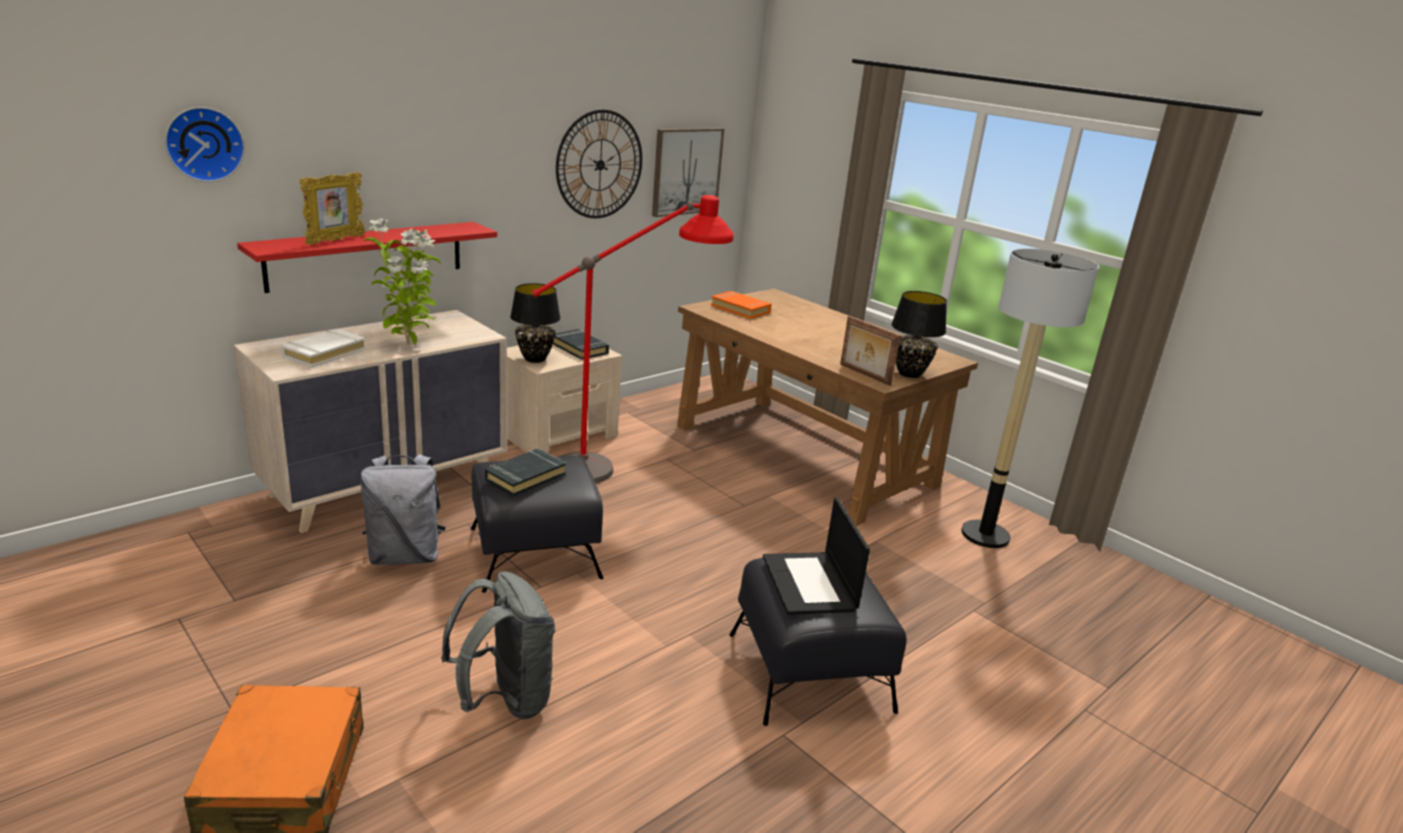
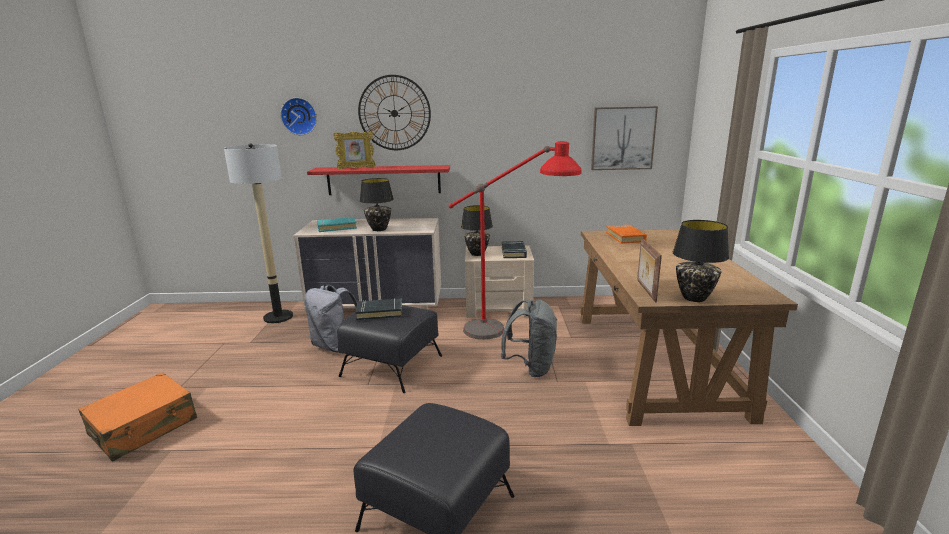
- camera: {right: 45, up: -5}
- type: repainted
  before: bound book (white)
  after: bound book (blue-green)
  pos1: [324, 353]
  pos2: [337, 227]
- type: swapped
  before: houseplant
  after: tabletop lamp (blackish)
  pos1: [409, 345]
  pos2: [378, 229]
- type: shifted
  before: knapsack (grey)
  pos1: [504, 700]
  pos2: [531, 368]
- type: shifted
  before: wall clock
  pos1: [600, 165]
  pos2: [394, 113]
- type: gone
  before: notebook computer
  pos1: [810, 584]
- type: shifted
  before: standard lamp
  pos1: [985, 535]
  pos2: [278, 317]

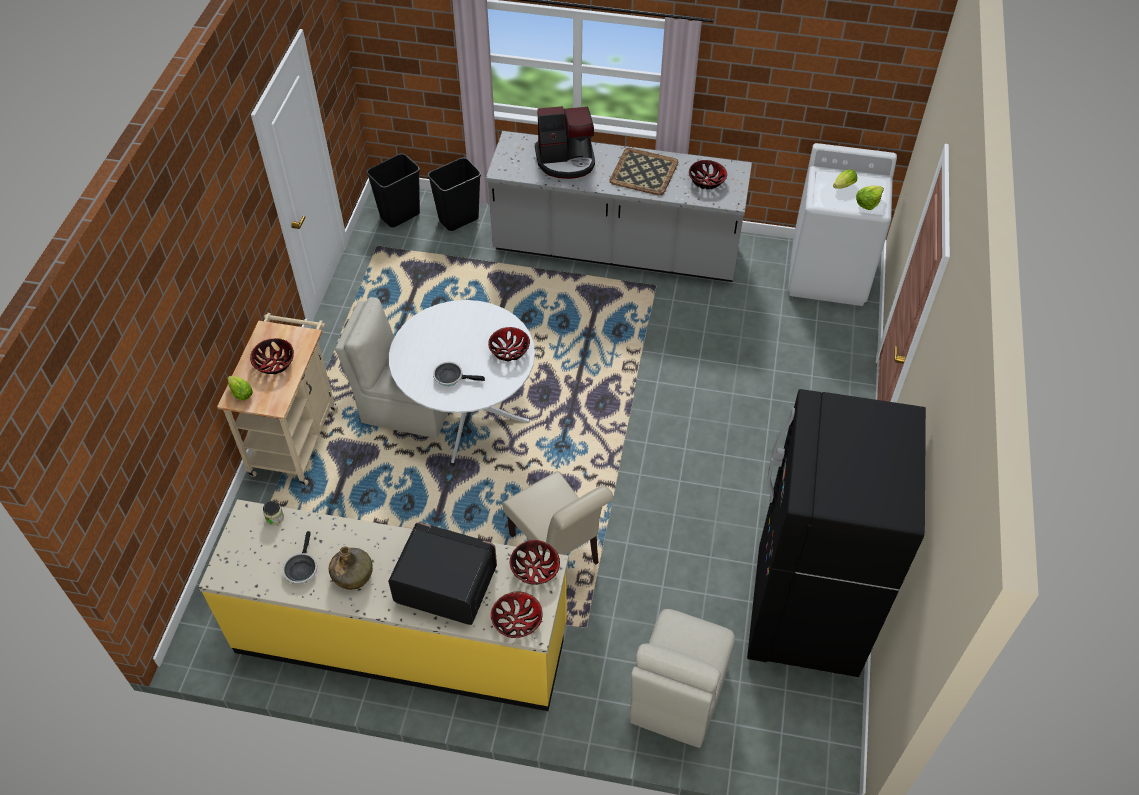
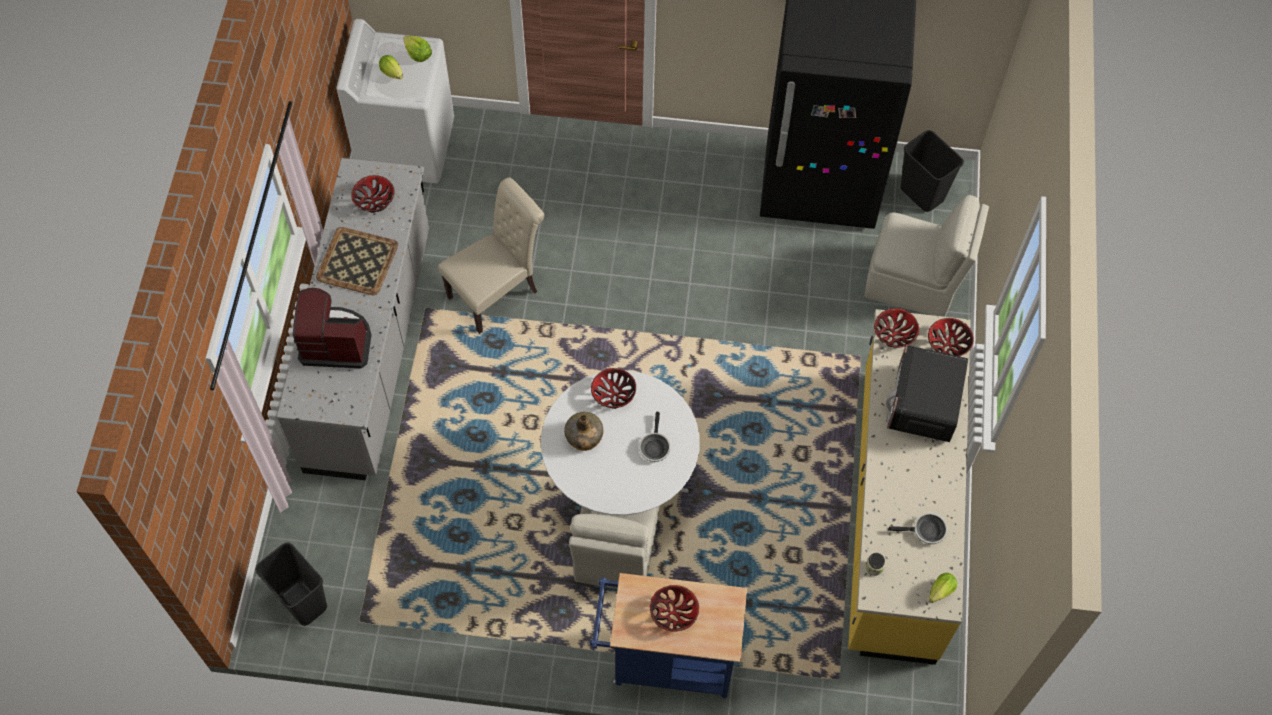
- camera: {right: -95, up: 10}
- type: repainted
  before: wheeled cart (beige)
  after: wheeled cart (blue)
  pos1: [296, 435]
  pos2: [665, 660]
- type: shifted
  before: head of lettuce
  pos1: [240, 392]
  pos2: [939, 592]
- type: shifted
  before: bottle (green)
  pos1: [353, 575]
  pos2: [583, 437]
- type: shifted
  before: rubbish bin (blackish)
  pos1: [458, 220]
  pos2: [923, 194]
- type: shifted
  before: chair (beige)
  pos1: [558, 553]
  pos2: [498, 292]
- type: rotated
  before: coffee maker
  pos1: [566, 160]
  pos2: [336, 342]
  turn: -75

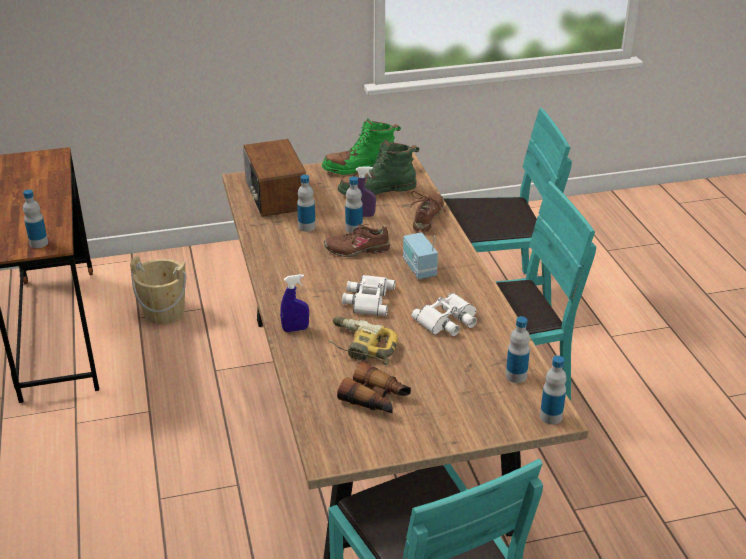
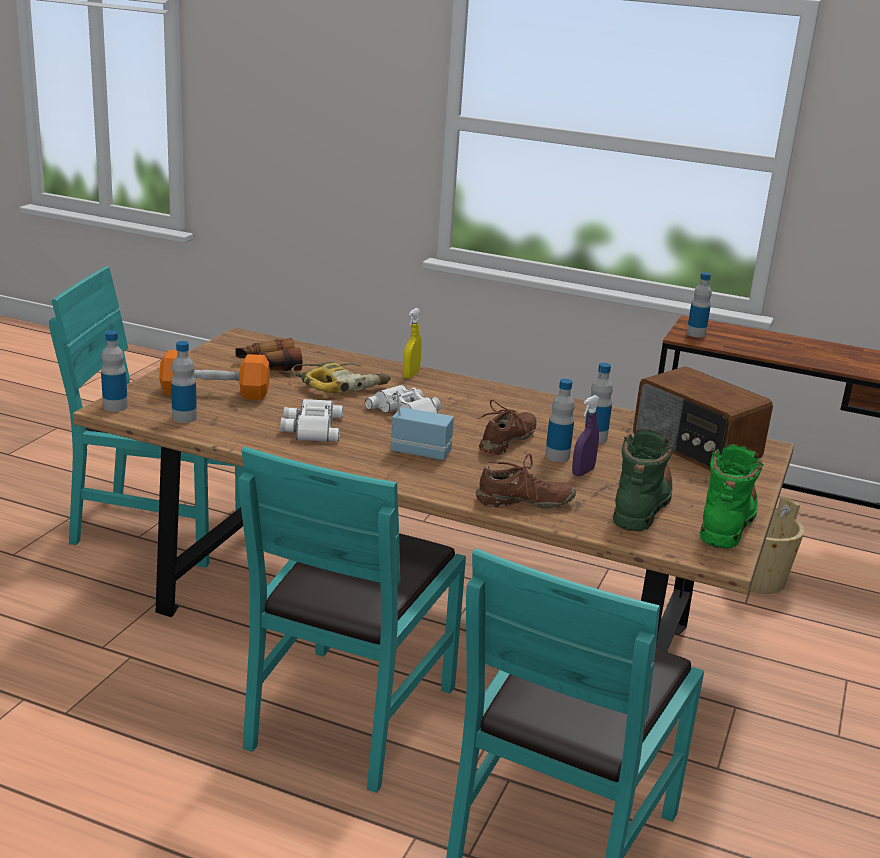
- camera: {right: 125, up: -10}
- type: rotated
  before: radio
  pos1: [274, 196]
  pos2: [695, 447]
  turn: -150
- type: repainted
  before: hand sprayer (blue)
  after: hand sprayer (yellow)
  pos1: [295, 329]
  pos2: [411, 375]
- type: rotated
  before: low shoe (brown-coloured)
  pos1: [428, 218]
  pos2: [524, 502]
  turn: -60
- type: new
  after: free weight (orange-coloured)
  pos2: [215, 393]

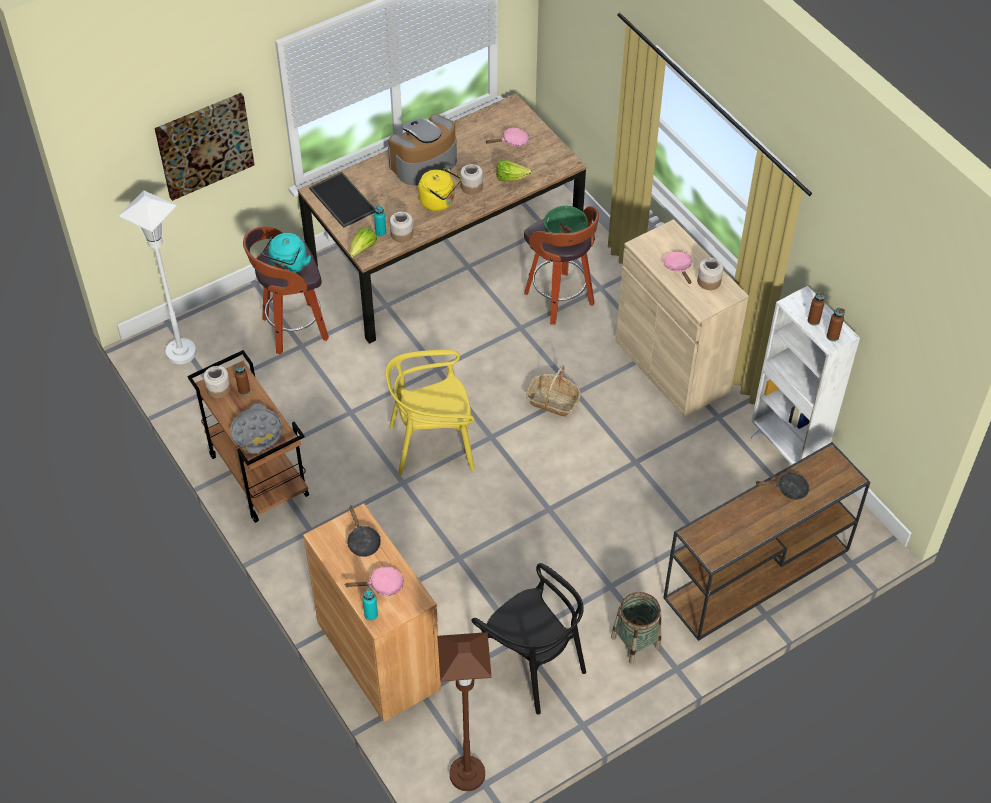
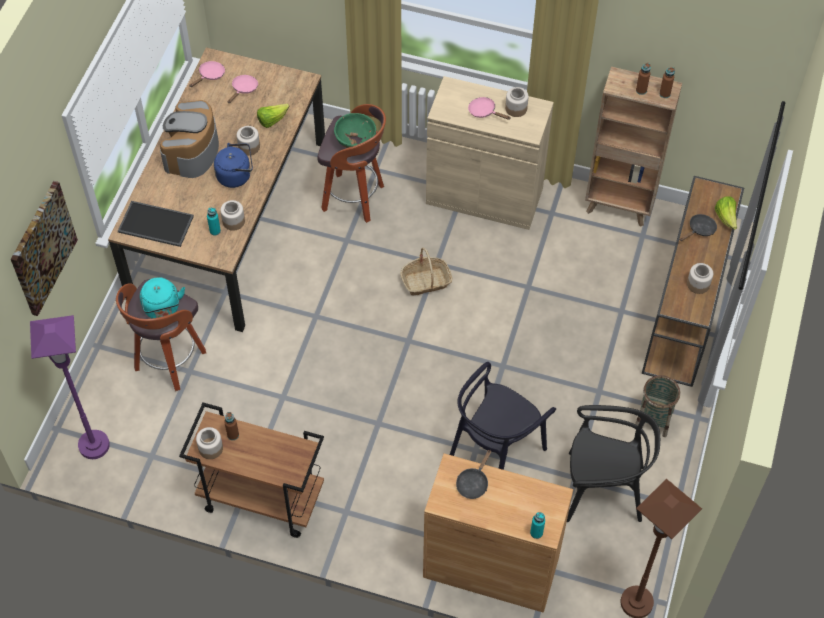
- camera: {right: -40, up: 5}
- type: repainted
  before: standard lamp (white)
  after: standard lamp (purple-coloured)
  pos1: [181, 352]
  pos2: [94, 445]
- type: gone
  before: carrying tray (grey)
  pos1: [257, 433]
- type: shifted
  before: skillet (pinkish)
  pos1: [382, 585]
  pos2: [210, 75]
- type: rotated
  before: skillet (blackish)
  pos1: [362, 541]
  pos2: [473, 483]
  turn: 90
- type: shifted
  before: head of lettuce
  pos1: [363, 249]
  pos2: [726, 218]
- type: gone
  before: chair (yellow)
  pos1: [432, 444]
- type: repainted
  before: tea kettle (yellow)
  after: tea kettle (blue)
  pos1: [439, 202]
  pos2: [236, 175]
- type: repainted
  before: bookshelf (white)
  after: bookshelf (brown-coloured)
  pos1: [786, 451]
  pos2: [619, 207]
- type: new
  after: chair (blackish)
  pos2: [495, 451]
- type: new
  after: jar
  pos2: [698, 284]

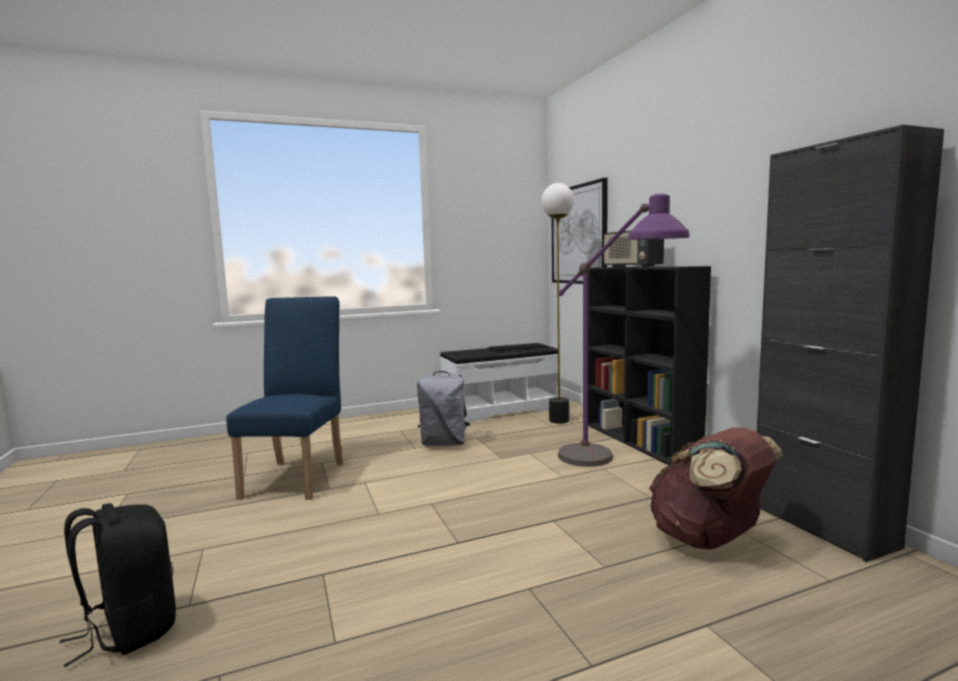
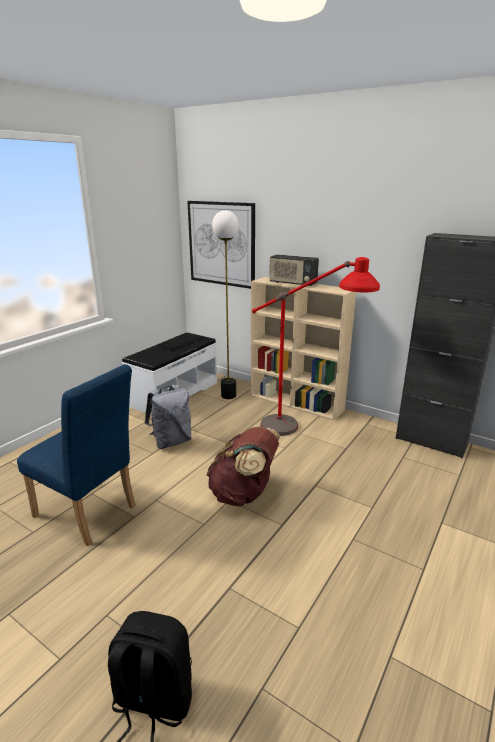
- camera: {right: -35, up: 15}
- type: rotated
  before: chair (blue)
  pos1: [298, 476]
  pos2: [89, 514]
  turn: 150
- type: repainted
  before: standard lamp (purple-coloured)
  after: standard lamp (reddish)
  pos1: [609, 469]
  pos2: [304, 433]
- type: repainted
  before: bookshelf (blackish)
  after: bookshelf (beige)
  pos1: [640, 441]
  pos2: [297, 402]
- type: shifted
  before: knapsack (brown-coloured)
  pos1: [708, 539]
  pos2: [243, 494]

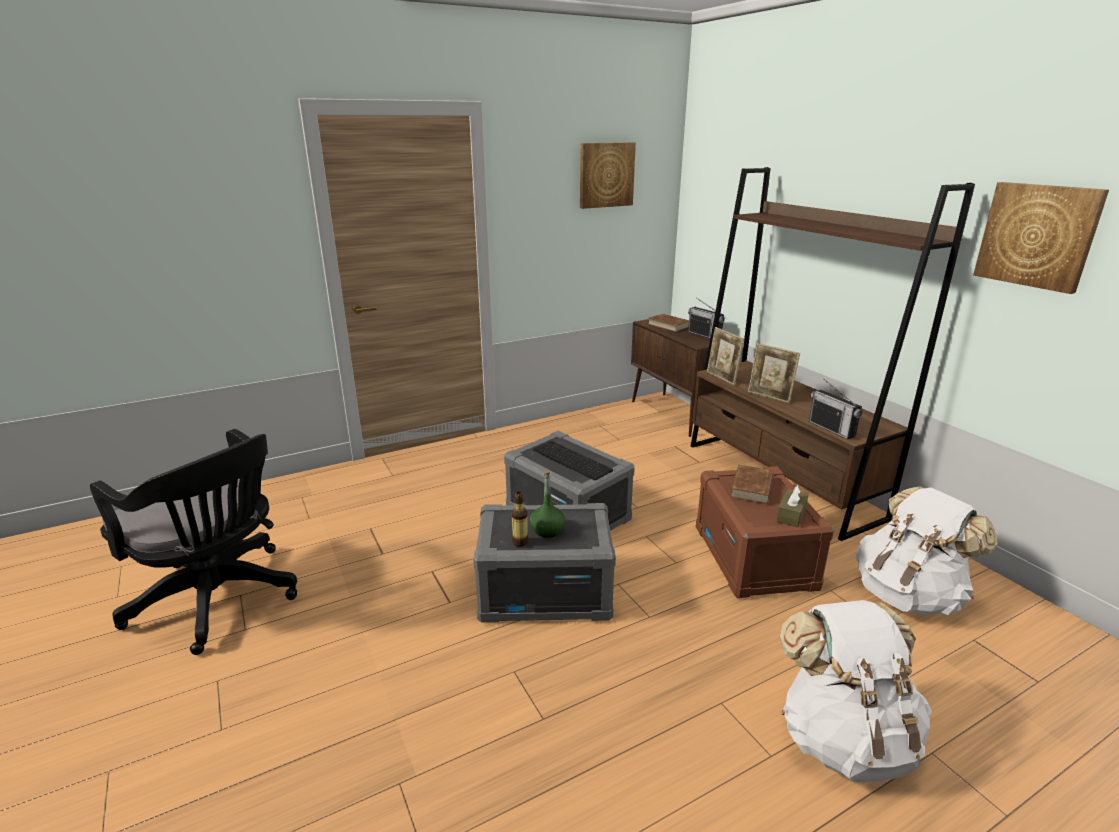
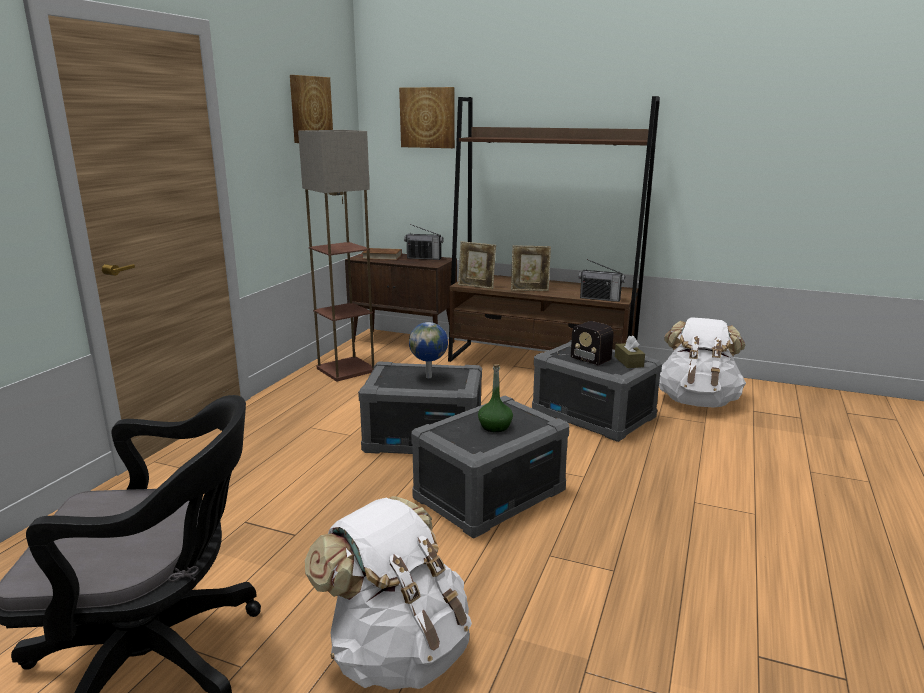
- camera: {right: -40, up: -5}
- type: gone
  before: bottle
  pos1: [520, 542]
- type: swapped
  before: keyboard
  after: desk globe
  pos1: [573, 460]
  pos2: [429, 377]
- type: repainted
  before: storage bin (brown-coloured)
  after: storage bin (grey)
  pos1: [755, 558]
  pos2: [594, 415]
- type: swapped
  before: bound book (brown-coloured)
  after: radio
  pos1: [752, 487]
  pos2: [582, 354]
- type: shifted
  before: knapsack (white)
  pos1: [844, 738]
  pos2: [398, 652]
- type: shifted
  before: wall picture
  pos1: [1037, 235]
  pos2: [428, 117]
- type: new
  after: standard lamp
  pos2: [346, 369]

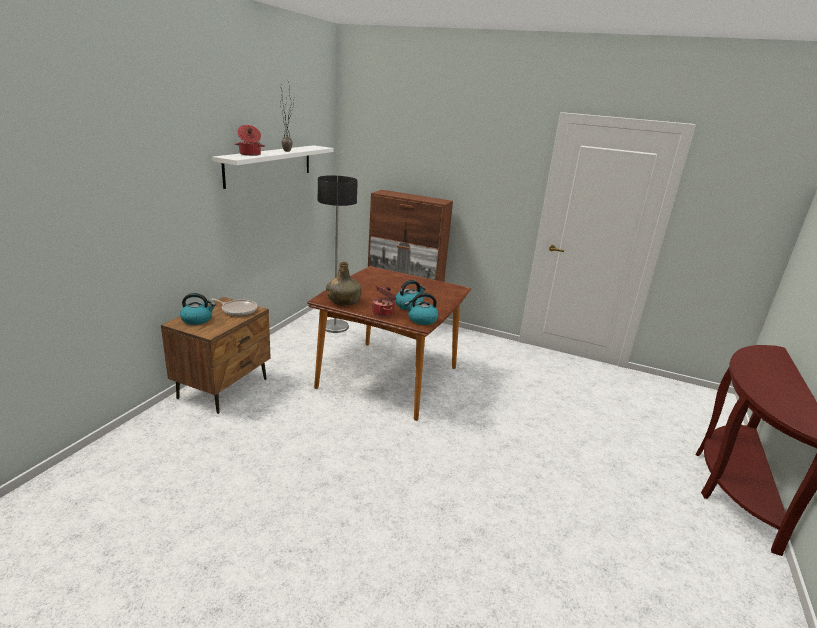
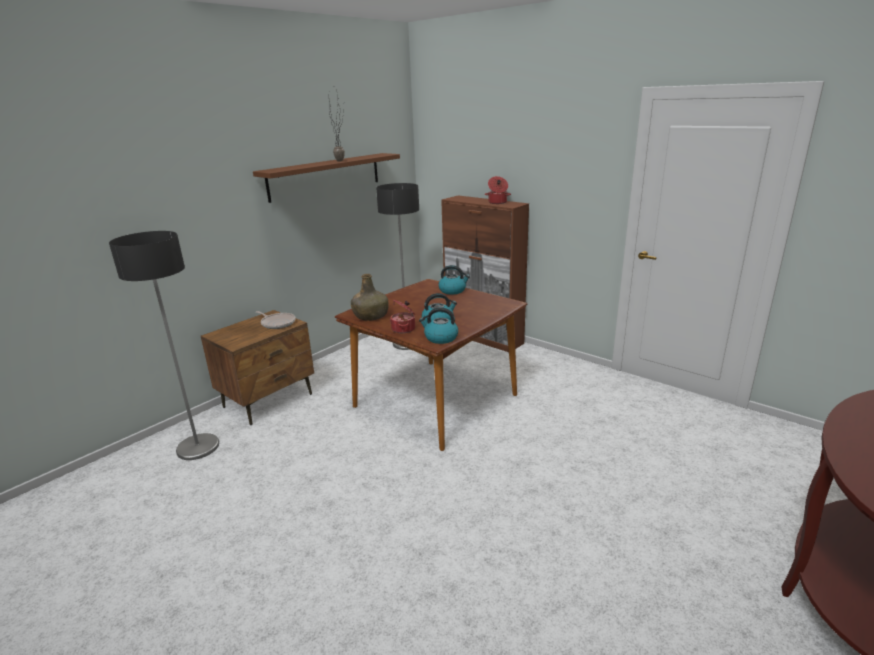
- camera: {right: 20, up: 0}
- type: shifted
  before: tea kettle
  pos1: [197, 319]
  pos2: [453, 290]
- type: repainted
  before: bracket shelf (white)
  after: bracket shelf (brown-coloured)
  pos1: [269, 165]
  pos2: [326, 176]
- type: shifted
  before: cooking pot
  pos1: [250, 154]
  pos2: [497, 202]
- type: new
  after: standard lamp
  pos2: [198, 447]

